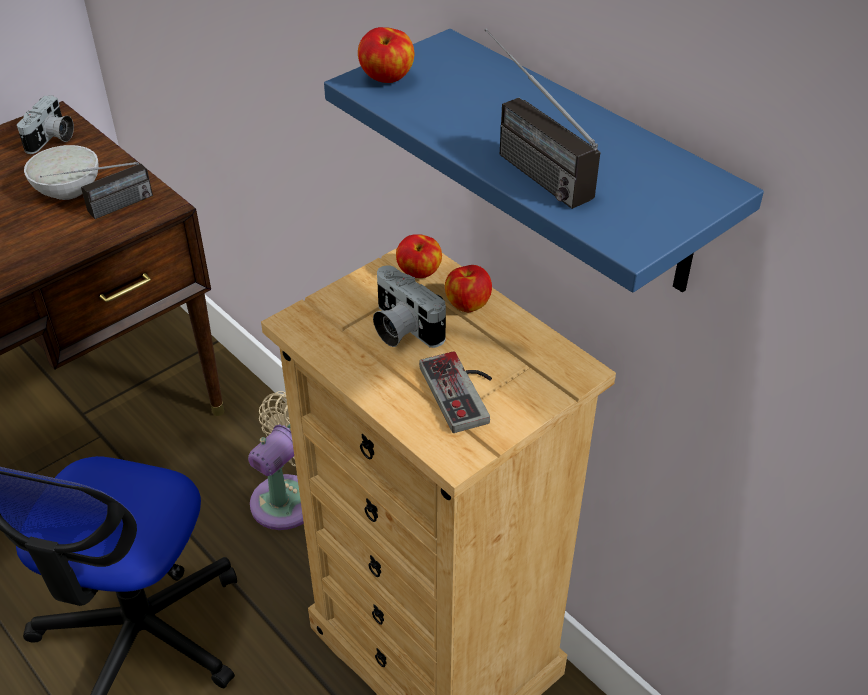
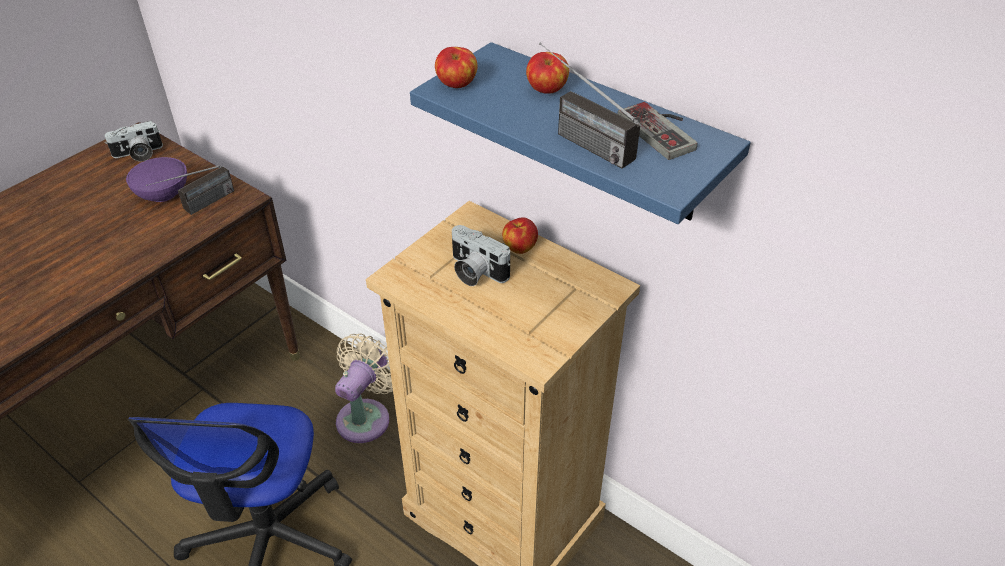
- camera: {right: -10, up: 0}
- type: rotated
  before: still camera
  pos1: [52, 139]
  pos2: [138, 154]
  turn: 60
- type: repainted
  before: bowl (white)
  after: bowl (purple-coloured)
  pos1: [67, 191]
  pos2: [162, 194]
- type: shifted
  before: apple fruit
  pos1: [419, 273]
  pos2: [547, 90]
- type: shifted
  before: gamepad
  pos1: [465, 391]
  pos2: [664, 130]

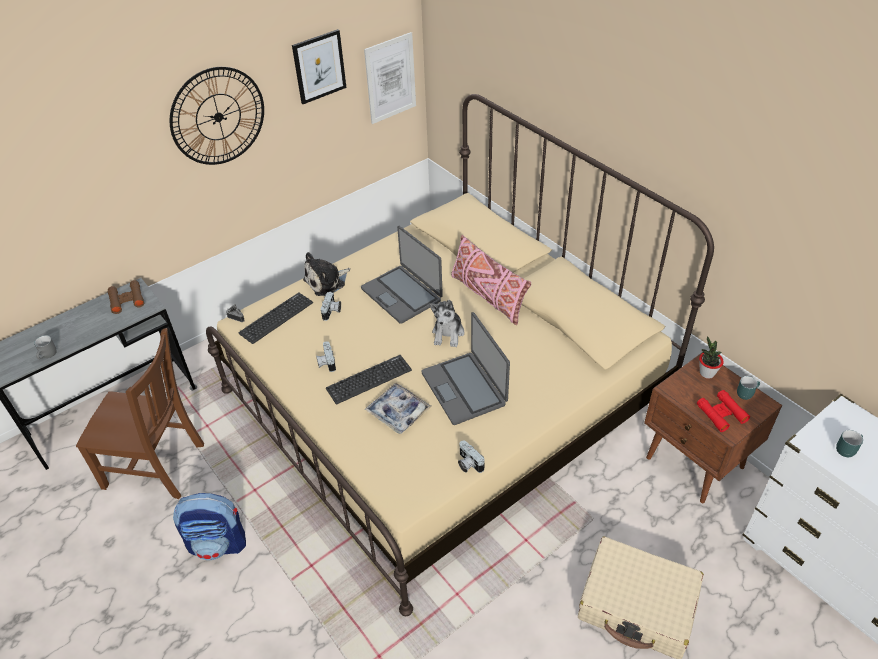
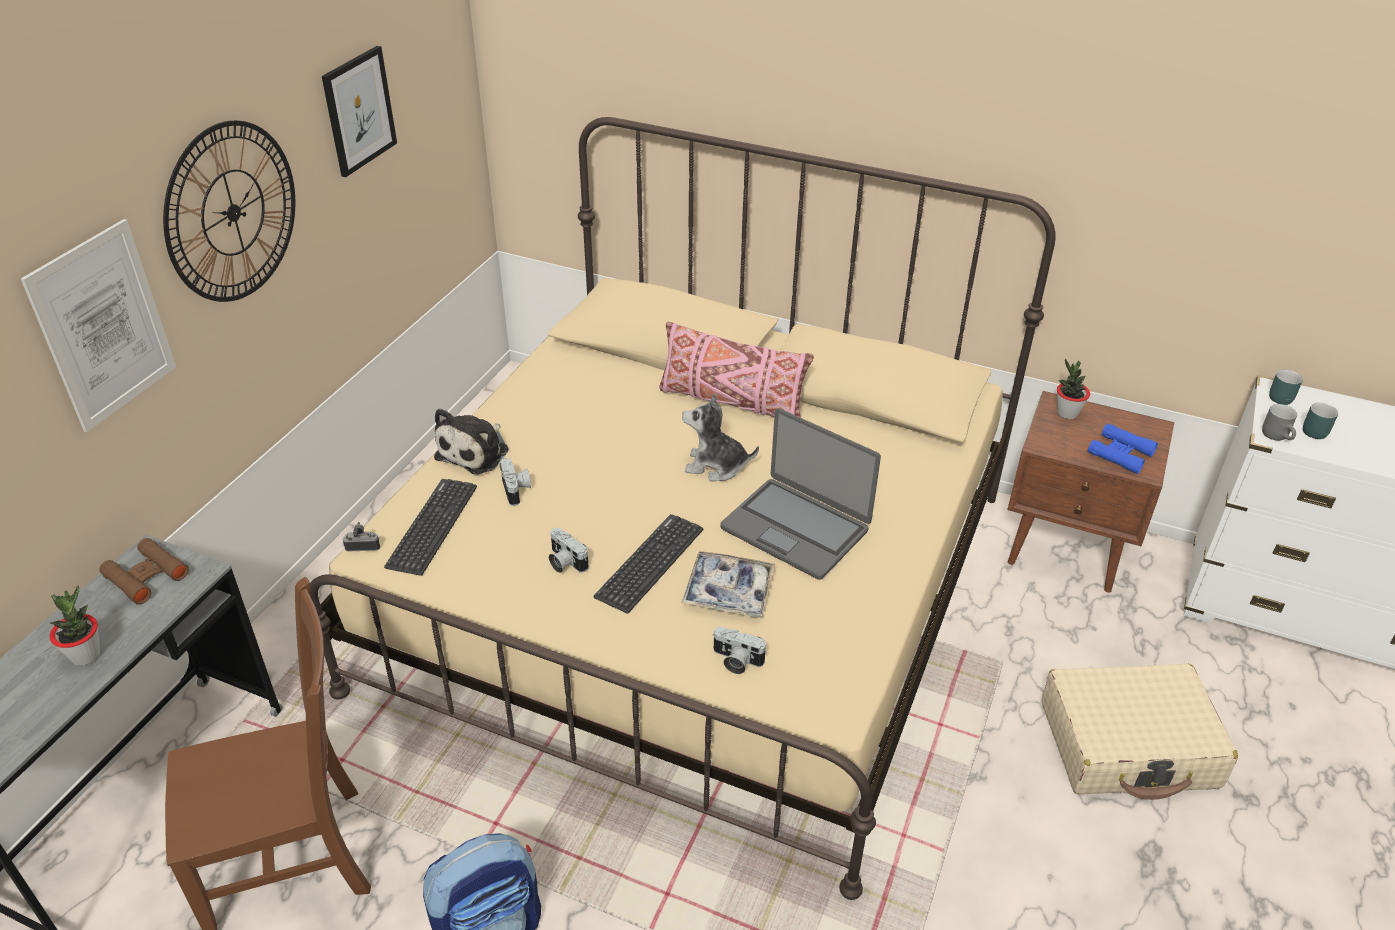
- camera: {right: -30, up: -5}
- type: shifted
  before: tea mug (grey)
  pos1: [48, 355]
  pos2: [1278, 436]
- type: gone
  before: notebook computer
  pos1: [402, 294]
- type: shifted
  before: wall picture
  pos1: [390, 78]
  pos2: [103, 326]
- type: rotated
  before: soft toy
  pos1: [448, 333]
  pos2: [716, 466]
  turn: 120
- type: shifted
  before: still camera
  pos1: [468, 464]
  pos2: [736, 661]
- type: repainted
  before: field glasses (reddish)
  after: field glasses (blue)
  pos1: [721, 414]
  pos2: [1120, 453]
- type: shifted
  before: tea mug (blue-green)
  pos1: [746, 392]
  pos2: [1280, 396]
- type: new
  after: houseplant
  pos2: [86, 655]

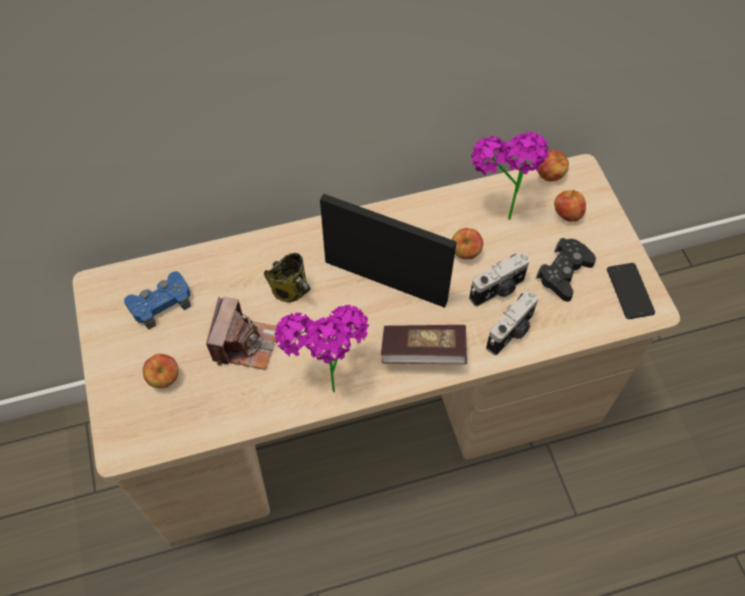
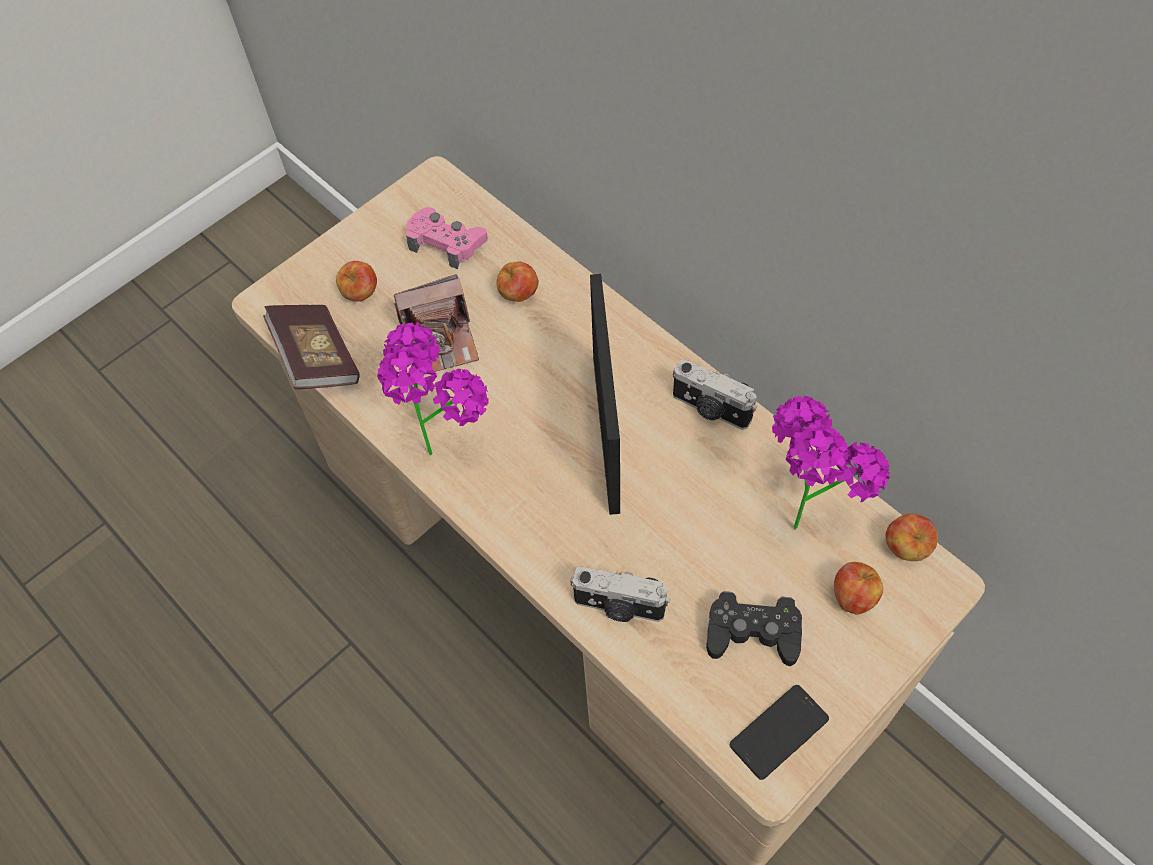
- camera: {right: 65, up: 0}
- type: repainted
  before: gamepad (blue)
  after: gamepad (pinkish)
  pos1: [161, 303]
  pos2: [446, 242]
- type: gone
  before: tea mug
  pos1: [291, 290]
- type: shifted
  before: bound book
  pos1: [423, 352]
  pos2: [316, 358]
- type: shifted
  before: apple fruit
  pos1: [465, 252]
  pos2: [519, 294]
- type: shifted
  before: still camera
  pos1: [498, 290]
  pos2: [710, 409]

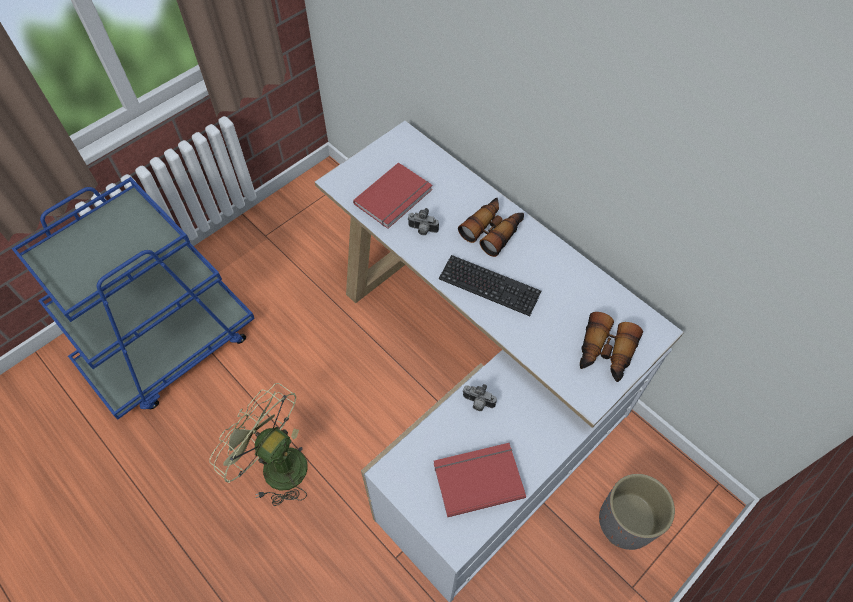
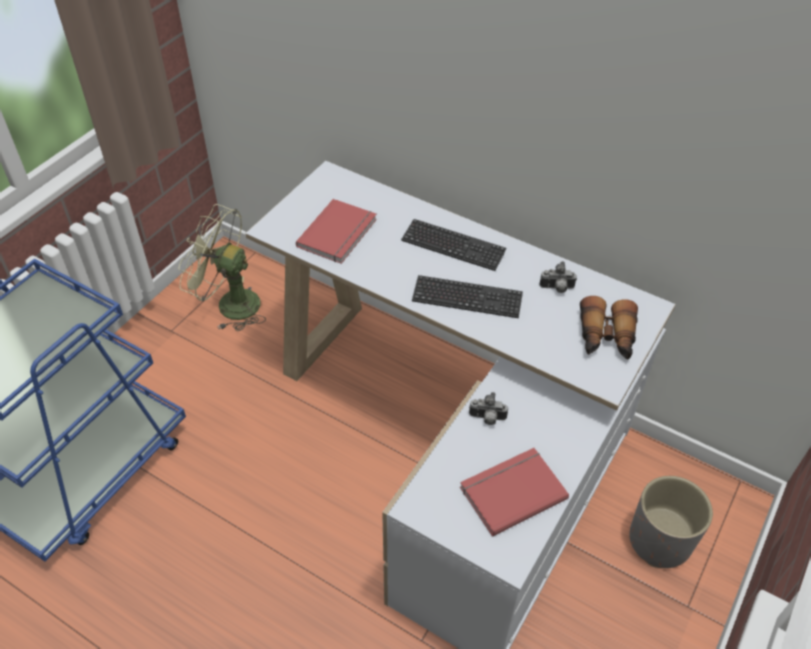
- camera: {right: -15, up: -10}
- type: shifted
  before: electric fan (green)
  pos1: [275, 464]
  pos2: [229, 304]
- type: shifted
  before: still camera
  pos1: [422, 230]
  pos2: [557, 289]
- type: swapped
  before: field glasses
  after: keyboard
  pos1: [493, 230]
  pos2: [453, 246]

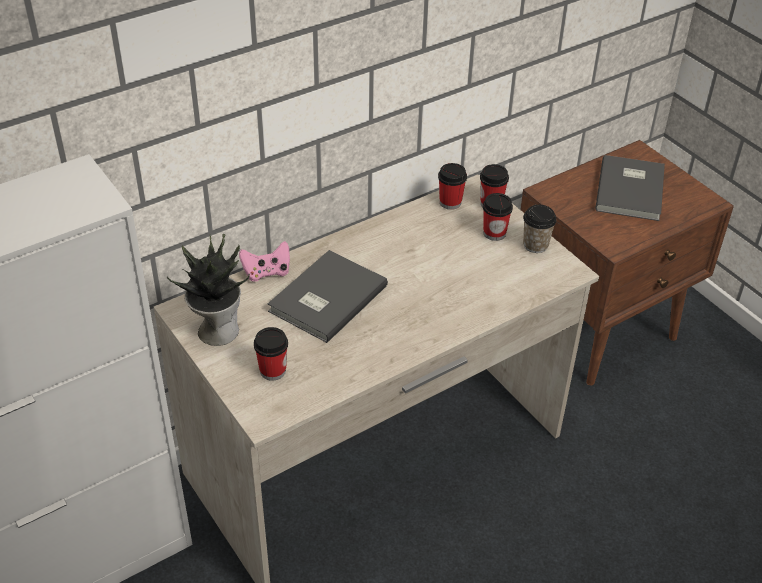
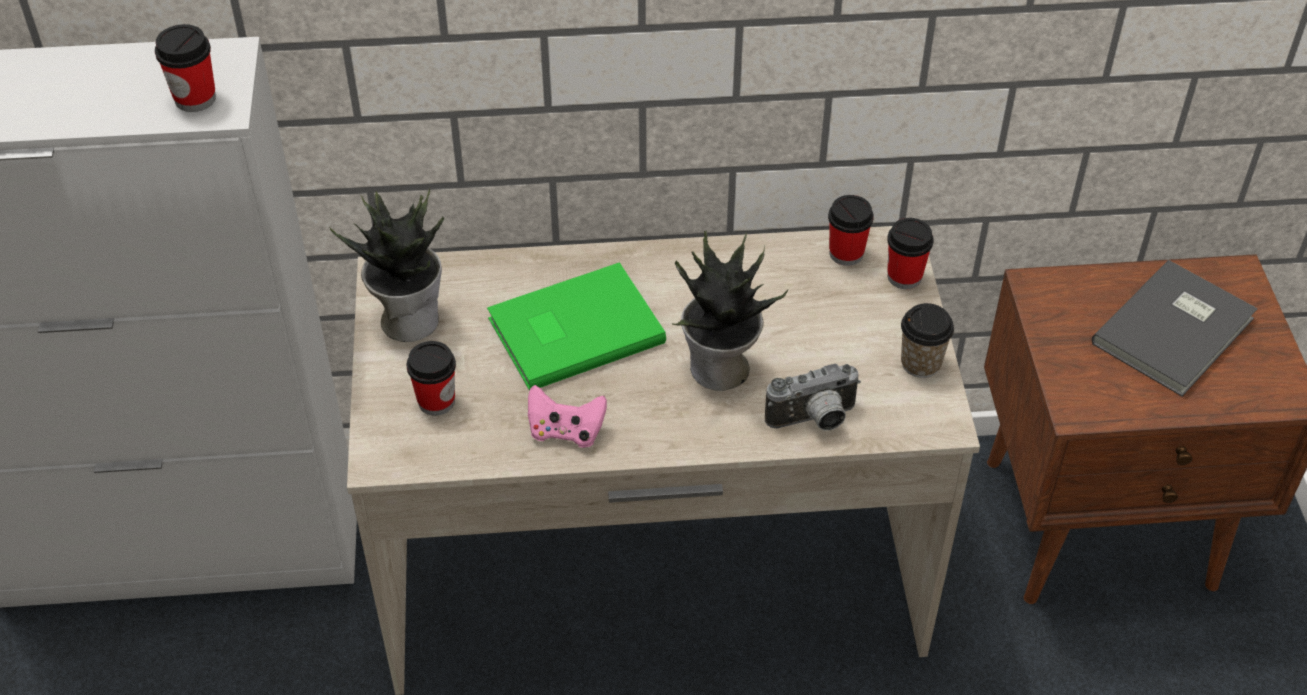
- camera: {right: 30, up: 5}
- type: shifted
  before: gamepad (pinkish)
  pos1: [267, 272]
  pos2: [566, 431]
- type: repainted
  before: bound book (grey)
  after: bound book (green)
  pos1: [325, 298]
  pos2: [572, 328]
- type: shifted
  before: drinking cup
  pos1: [494, 233]
  pos2: [195, 98]
- type: new
  after: houseplant
  pos2: [719, 370]
- type: new
  after: still camera
  pos2: [814, 420]

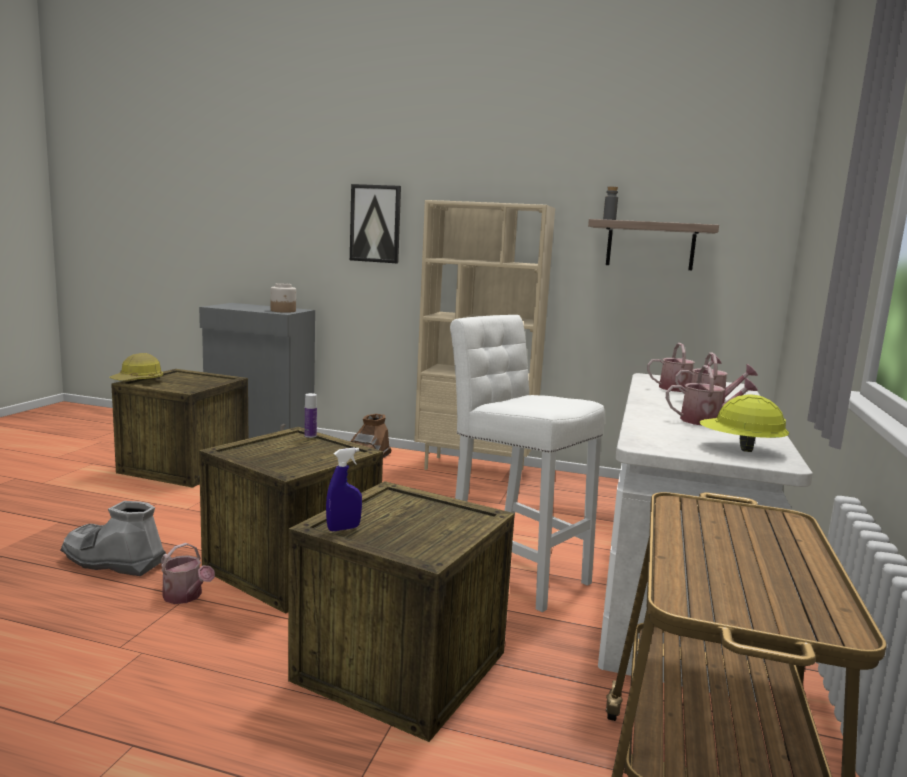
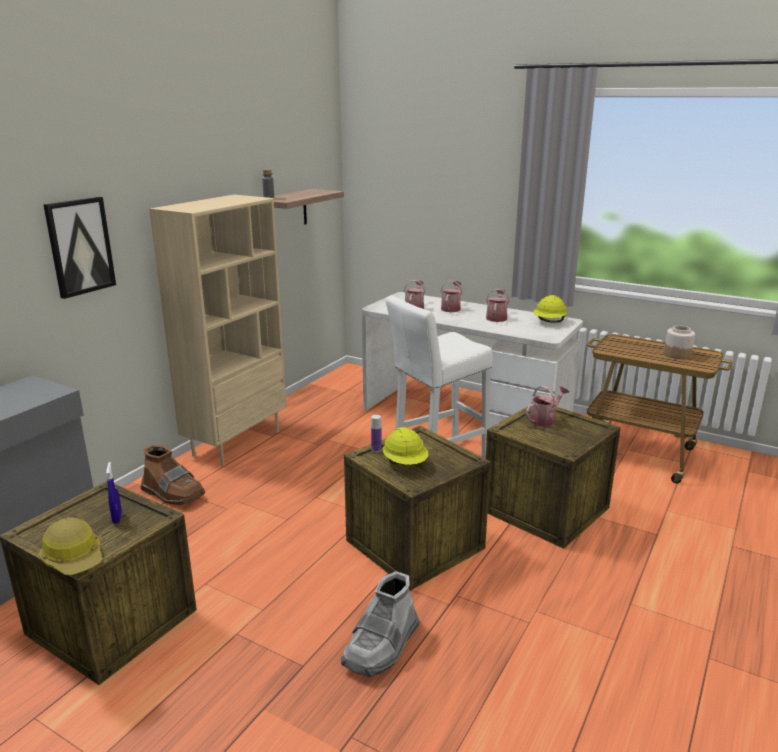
- camera: {right: -75, up: 10}
- type: shifted
  before: sprinkling can
  pos1: [185, 596]
  pos2: [545, 420]
- type: shifted
  before: jar
  pos1: [283, 311]
  pos2: [677, 354]
- type: shifted
  before: hand sprayer (blue)
  pos1: [343, 528]
  pos2: [117, 518]
- type: new
  after: hard hat (yellow)
  pos2: [405, 463]

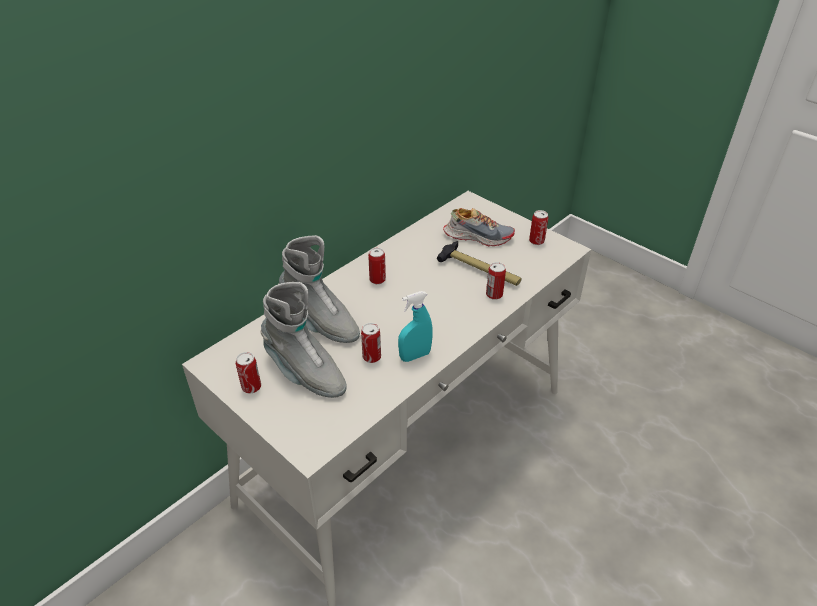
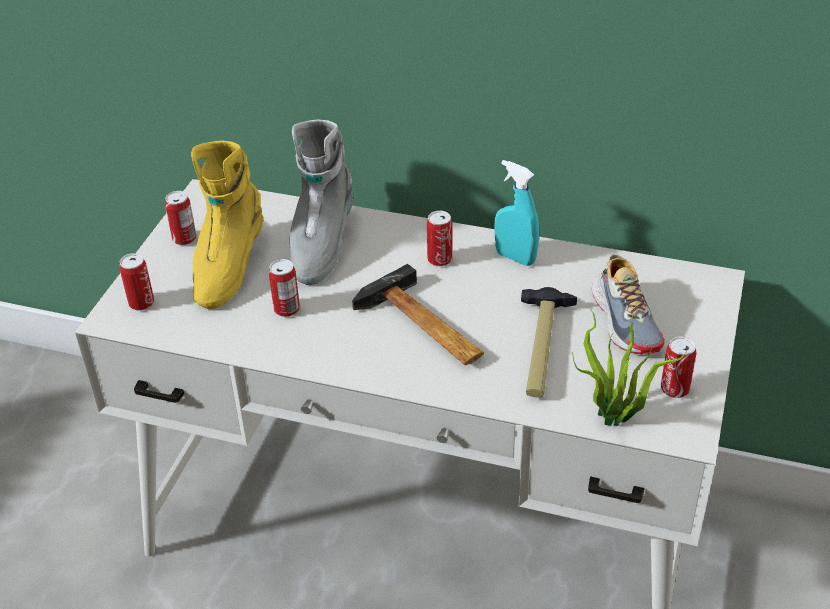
- camera: {right: 65, up: 0}
- type: repainted
  before: boot (grey)
  after: boot (yellow)
  pos1: [304, 373]
  pos2: [228, 267]
- type: shifted
  before: hand sprayer (blue-green)
  pos1: [415, 356]
  pos2: [515, 258]
- type: shifted
  before: metal can
  pos1: [494, 294]
  pos2: [141, 303]
- type: new
  after: hammer
  pos2: [423, 328]
- type: new
  after: houseplant
  pos2: [615, 419]

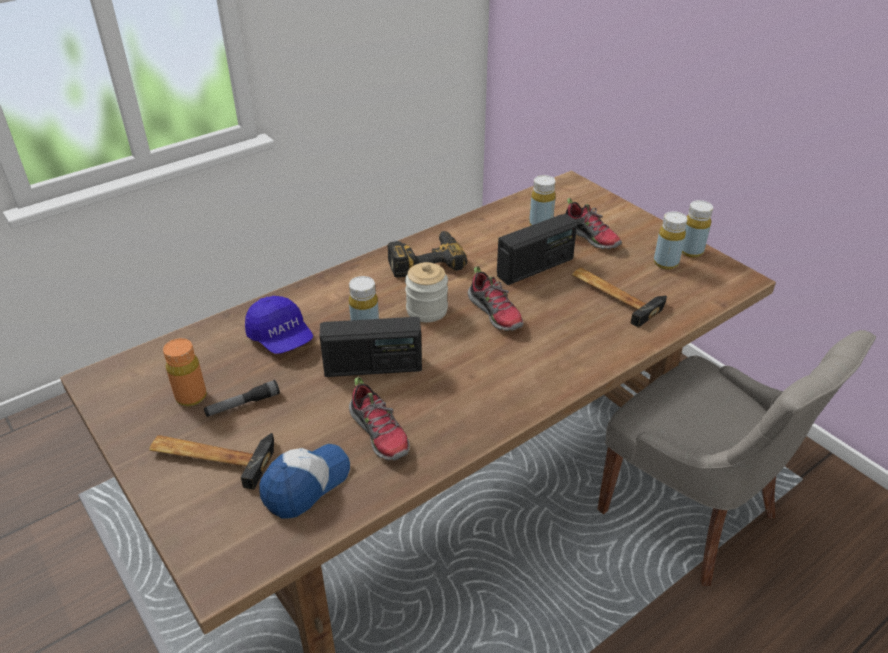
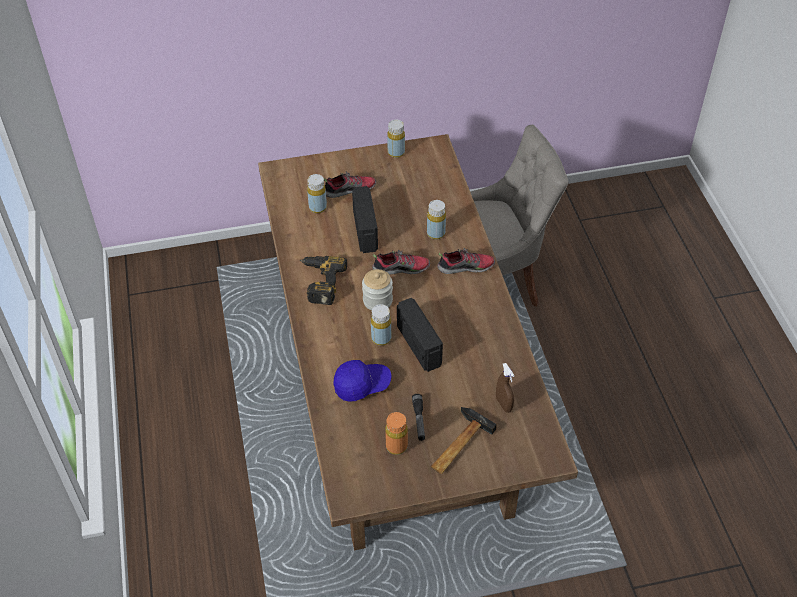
- camera: {right: -65, up: 10}
- type: swapped
  before: baseball cap
  after: hand sprayer (brown-coloured)
  pos1: [306, 484]
  pos2: [503, 404]
- type: rotated
  before: radio
  pos1: [373, 367]
  pos2: [419, 345]
  turn: -45
- type: shifted
  before: low shoe
  pos1: [380, 433]
  pos2: [466, 267]
- type: gone
  before: hammer
  pos1: [614, 295]
- type: shifted
  before: bottle (yellow)
  pos1: [665, 263]
  pos2: [436, 233]

